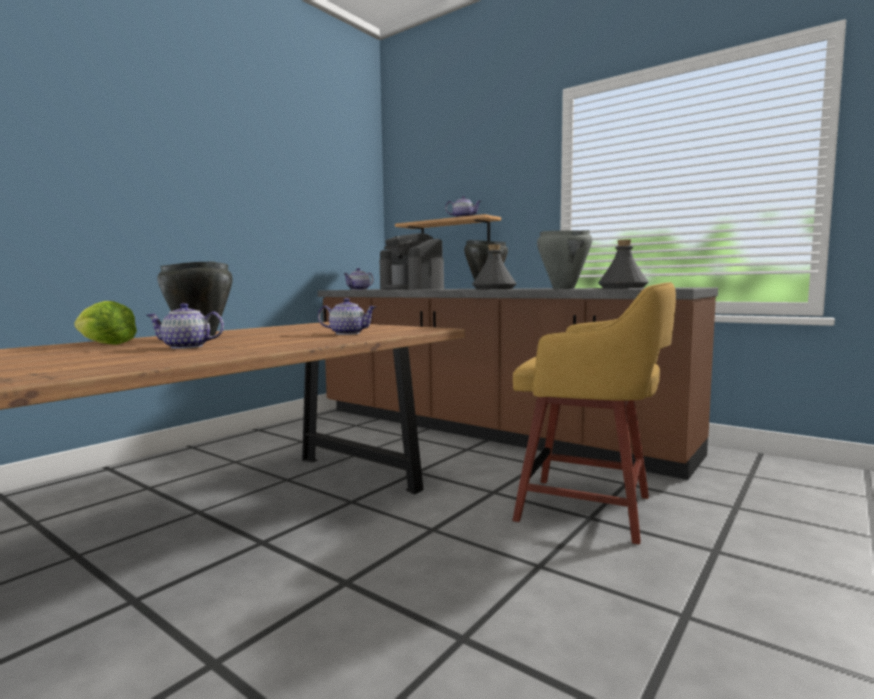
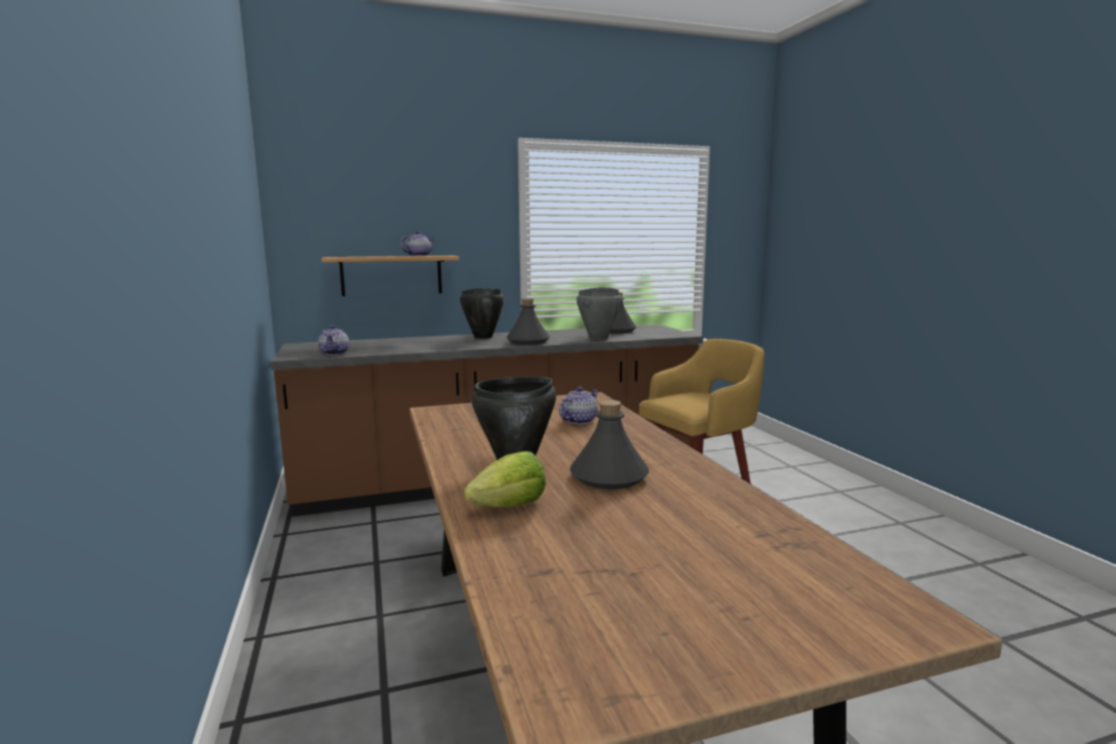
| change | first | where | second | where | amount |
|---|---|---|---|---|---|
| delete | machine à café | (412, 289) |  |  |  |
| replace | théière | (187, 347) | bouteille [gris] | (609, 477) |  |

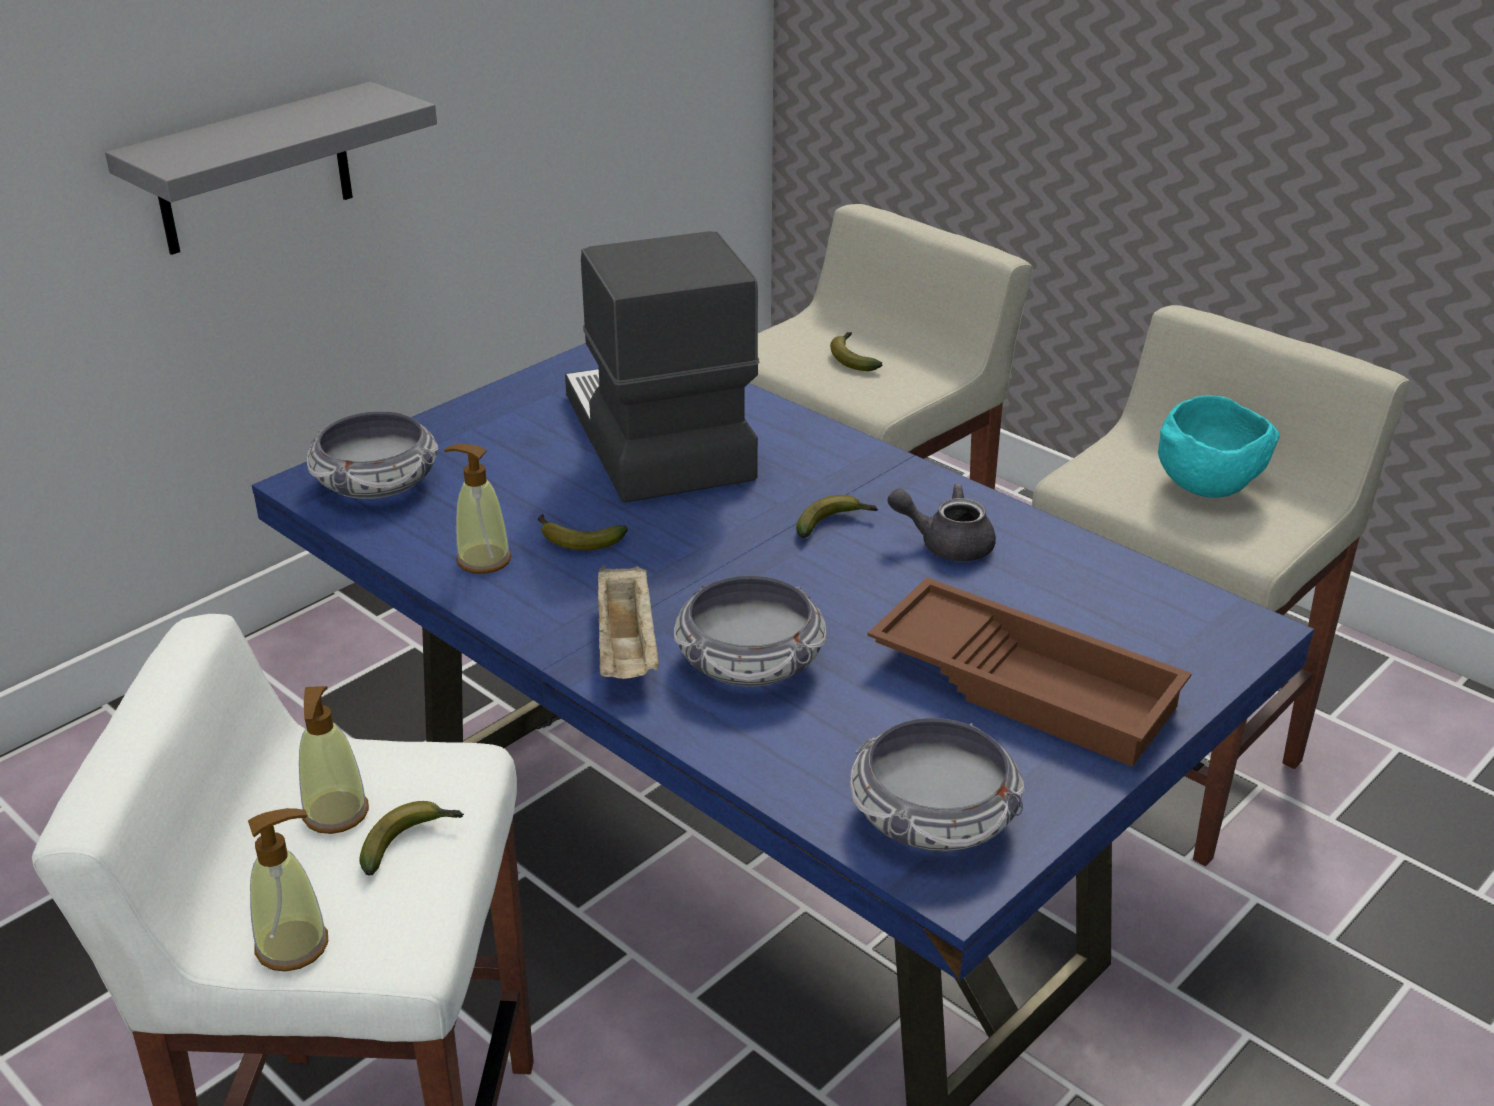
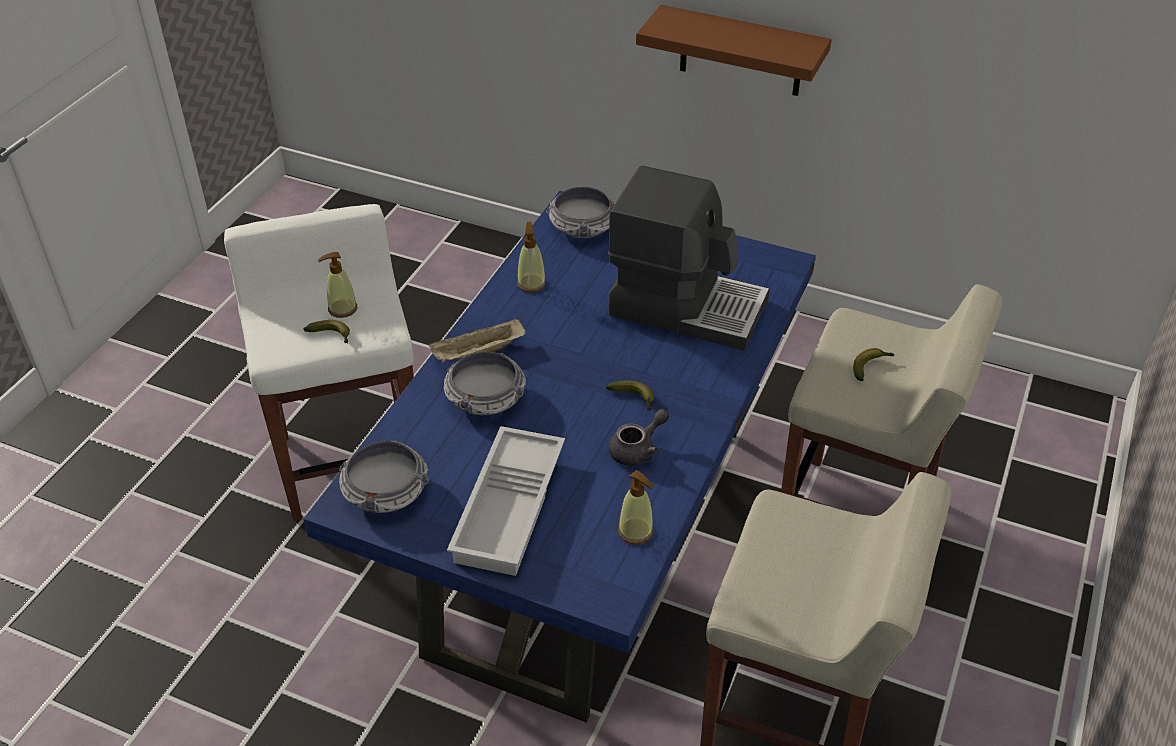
| change | first | where | second | where | amount |
|---|---|---|---|---|---|
| delete | banane | (576, 539) |  |  |  |
| delete | bol [turquoise] | (1208, 486) |  |  |  |
| move | distributeur de savon | (293, 945) |  | (635, 531) |  |
| recolor | étagère [gris] | (254, 170) | étagère [marron] | (741, 52) |  |
| recolor | plateau [marron] | (1028, 684) | plateau [blanc] | (511, 508) |  |
| rotate | machine à café | (655, 438) |  | (687, 306) | 60 degrees clockwise |
| rotate | théière [gris] | (946, 544) |  | (638, 450) | 60 degrees clockwise |

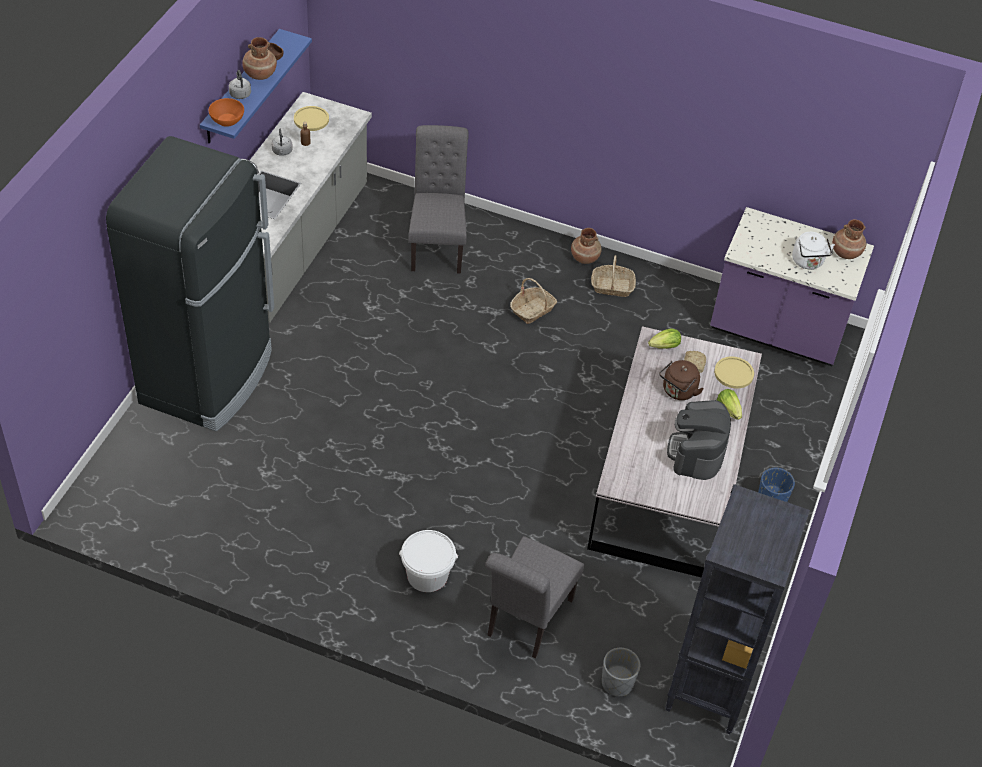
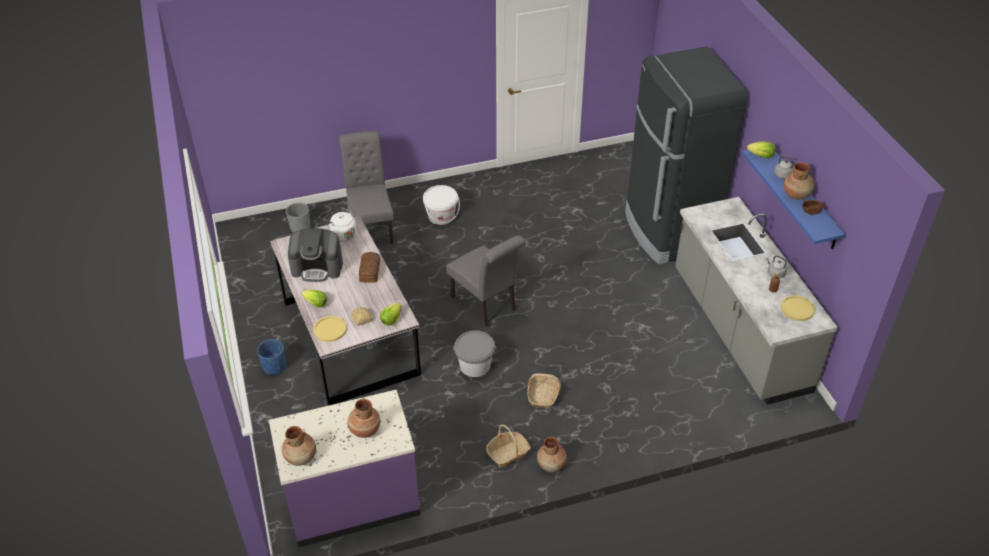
| change | first | where | second | where | amount |
|---|---|---|---|---|---|
| delete | bouilloire [marron] | (678, 392) |  |  |  |
| delete | bibliothèque [noir] | (709, 687) |  |  |  |
| insert |  |  | vase [marron] | (364, 430) |  |
| insert |  |  | pain | (370, 271) |  |
| insert |  |  | seau [gris] | (475, 365) |  |
| move | chaise [gris] | (437, 245) |  | (486, 305) |  |
| move | bouilloire [blanc] | (808, 262) |  | (342, 234) |  |
| replace | bol [orange] | (227, 120) | laitue | (761, 156) |  |
| rotate | machine à café | (696, 452) |  | (317, 267) | 120 degrees clockwise |

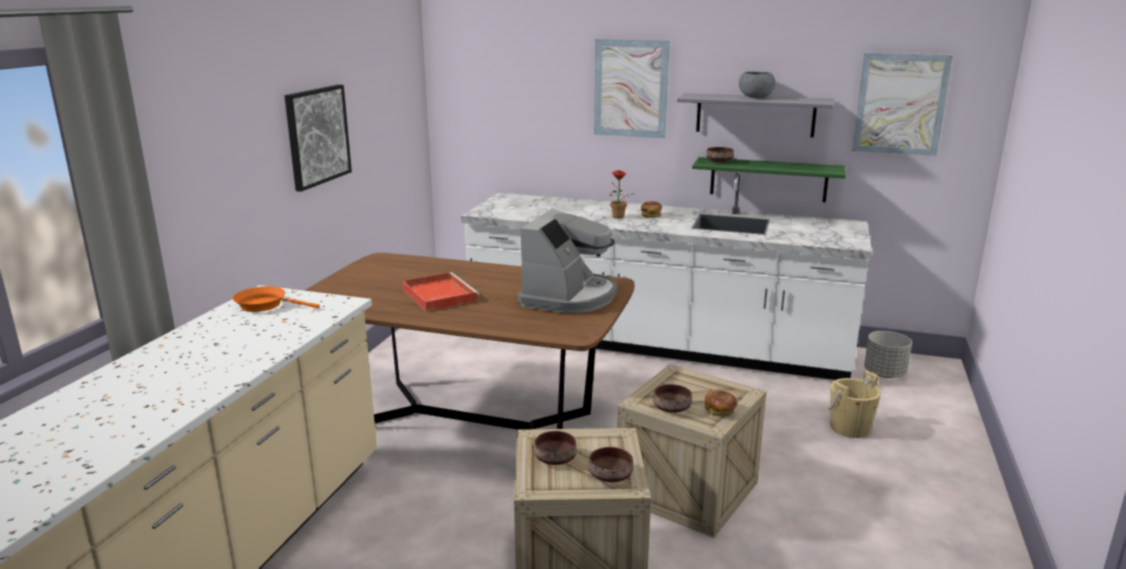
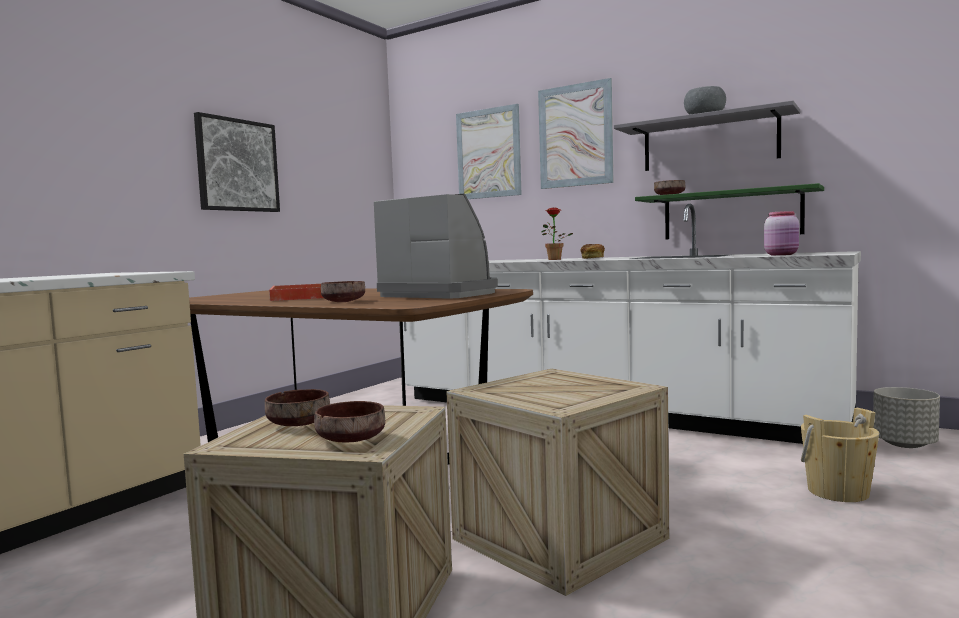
| change | first | where | second | where | amount |
|---|---|---|---|---|---|
| delete | poêle [orange] | (265, 305) |  |  |  |
| delete | pain | (719, 411) |  |  |  |
| insert |  |  | bocal [rose] | (782, 255) |  |
| move | bol [marron] | (671, 407) |  | (343, 302) |  |
| move | tableau | (900, 104) |  | (488, 153) |  |
| rotate | machine à café | (569, 297) |  | (441, 294) | 90 degrees counterclockwise |

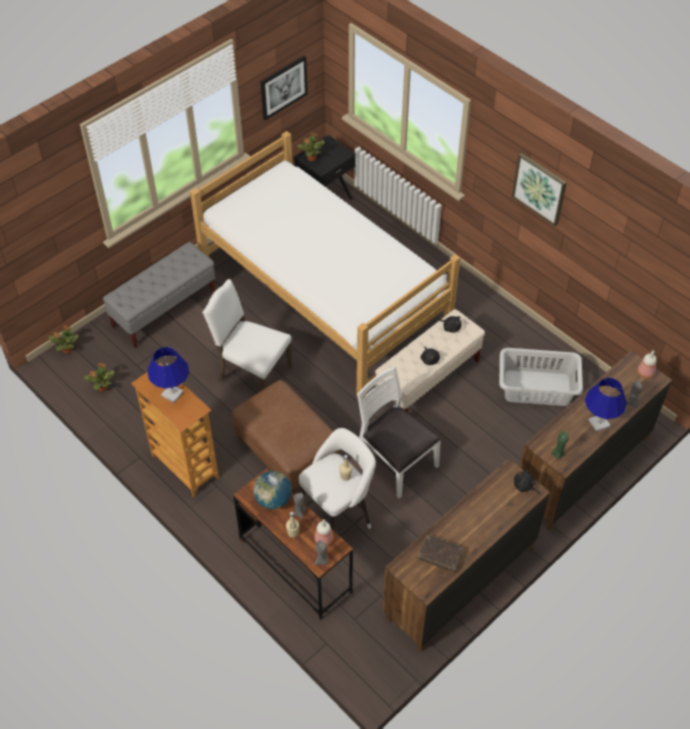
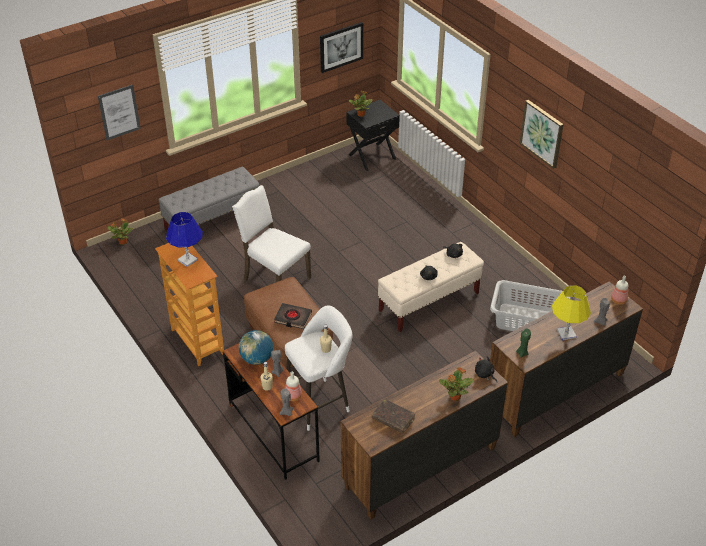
| change | first | where | second | where | amount |
|---|---|---|---|---|---|
| delete | lit | (323, 295) |  |  |  |
| delete | chaise [blanc] | (395, 461) |  |  |  |
| insert |  |  | tableau | (119, 112) |  |
| insert |  |  | livre [noir] | (293, 318) |  |
| move | plante en pot | (102, 388) |  | (454, 397) |  |
| recolor | lampe de table [bleu] | (599, 423) | lampe de table [jaune] | (566, 334) |  |

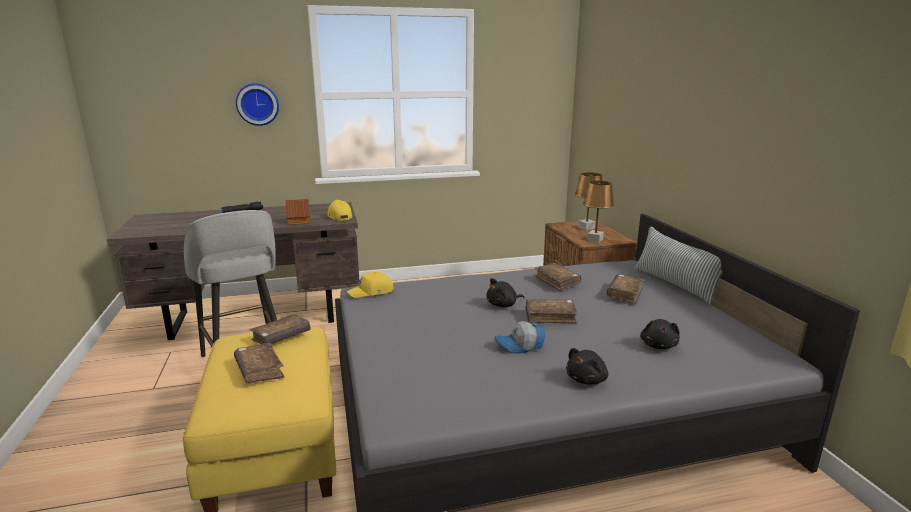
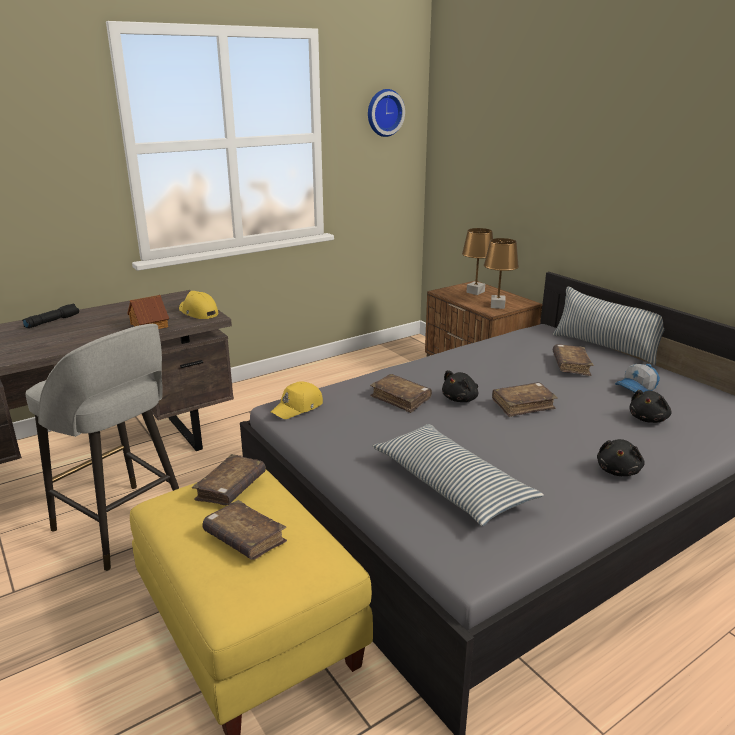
| change | first | where | second | where | amount |
|---|---|---|---|---|---|
| insert |  |  | coussin | (451, 485) |  |
| move | horloge murale | (257, 104) |  | (384, 112) |  |
| move | casquette | (520, 346) |  | (637, 388) |  |
| move | livre [marron] | (557, 281) |  | (400, 399) |  |
| rotate | peluche [noir] | (658, 345) |  | (648, 419) | 45 degrees clockwise |

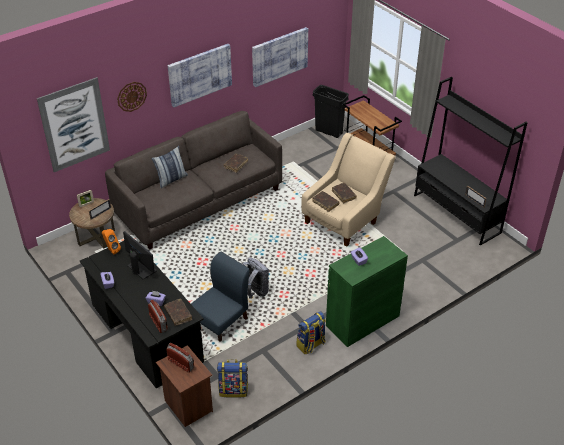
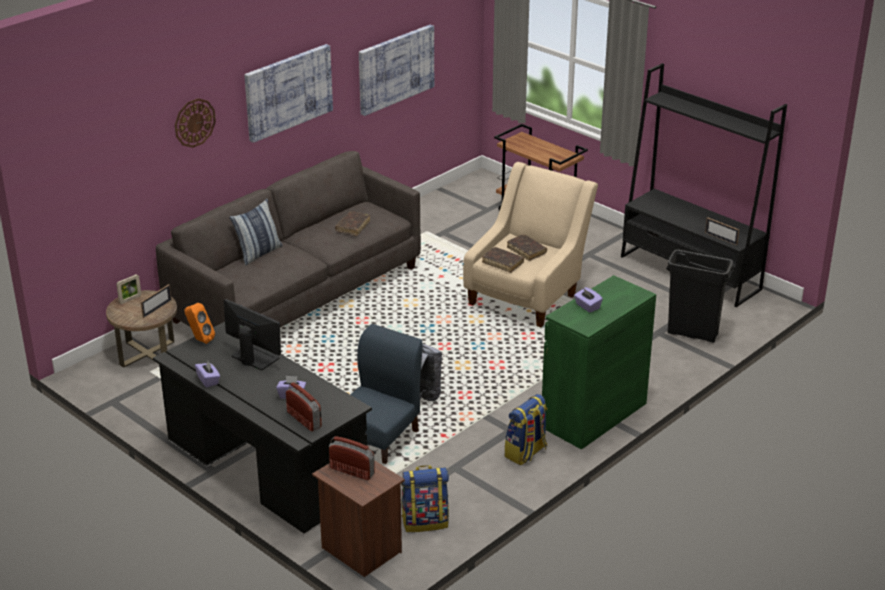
| change | first | where | second | where | amount |
|---|---|---|---|---|---|
| delete | tableau | (74, 125) |  |  |  |
| delete | livre [marron] | (178, 314) |  |  |  |
| move | poubelle [noir] | (329, 132) |  | (693, 334) |  |

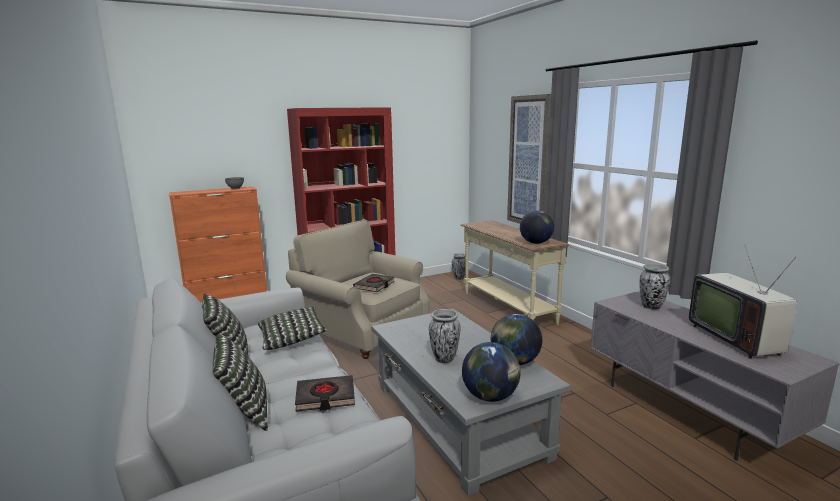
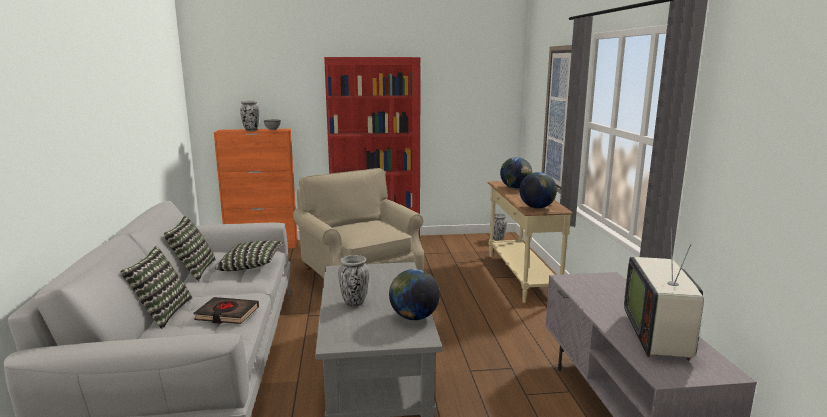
| change | first | where | second | where | amount |
|---|---|---|---|---|---|
| delete | livre [noir] | (374, 285) |  |  |  |
| move | globe | (490, 396) |  | (515, 188) |  |
| move | vase | (651, 307) |  | (251, 130) |  |

